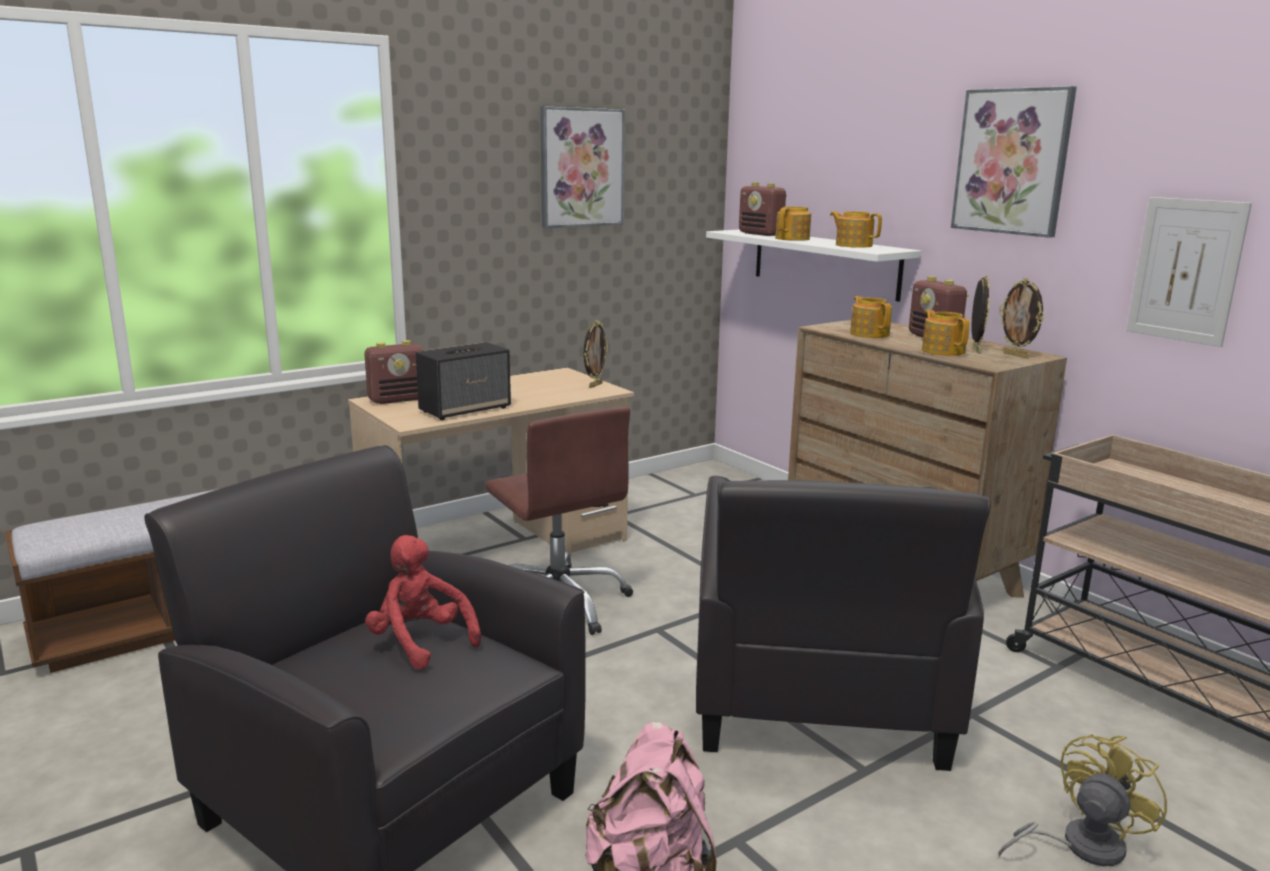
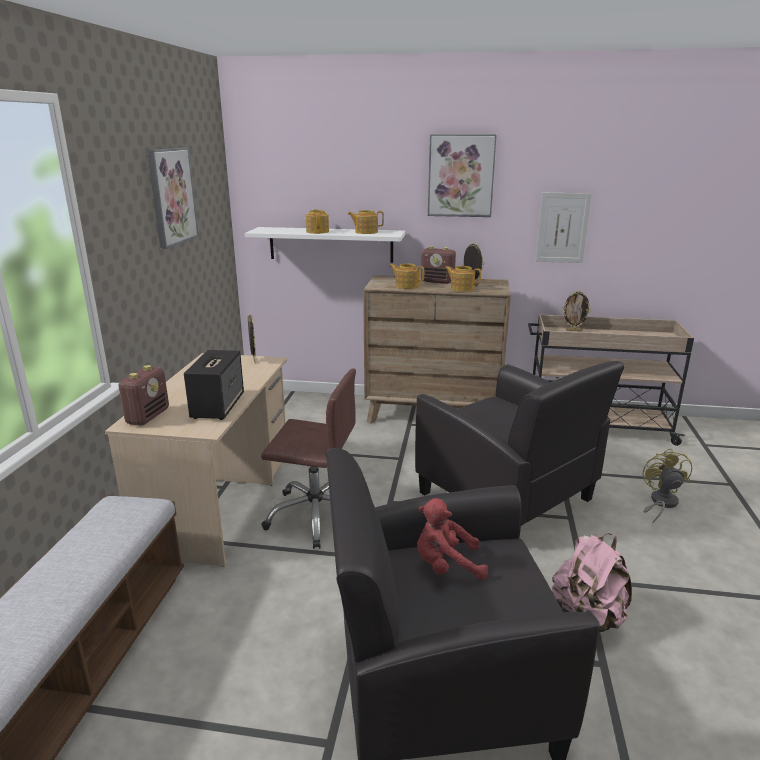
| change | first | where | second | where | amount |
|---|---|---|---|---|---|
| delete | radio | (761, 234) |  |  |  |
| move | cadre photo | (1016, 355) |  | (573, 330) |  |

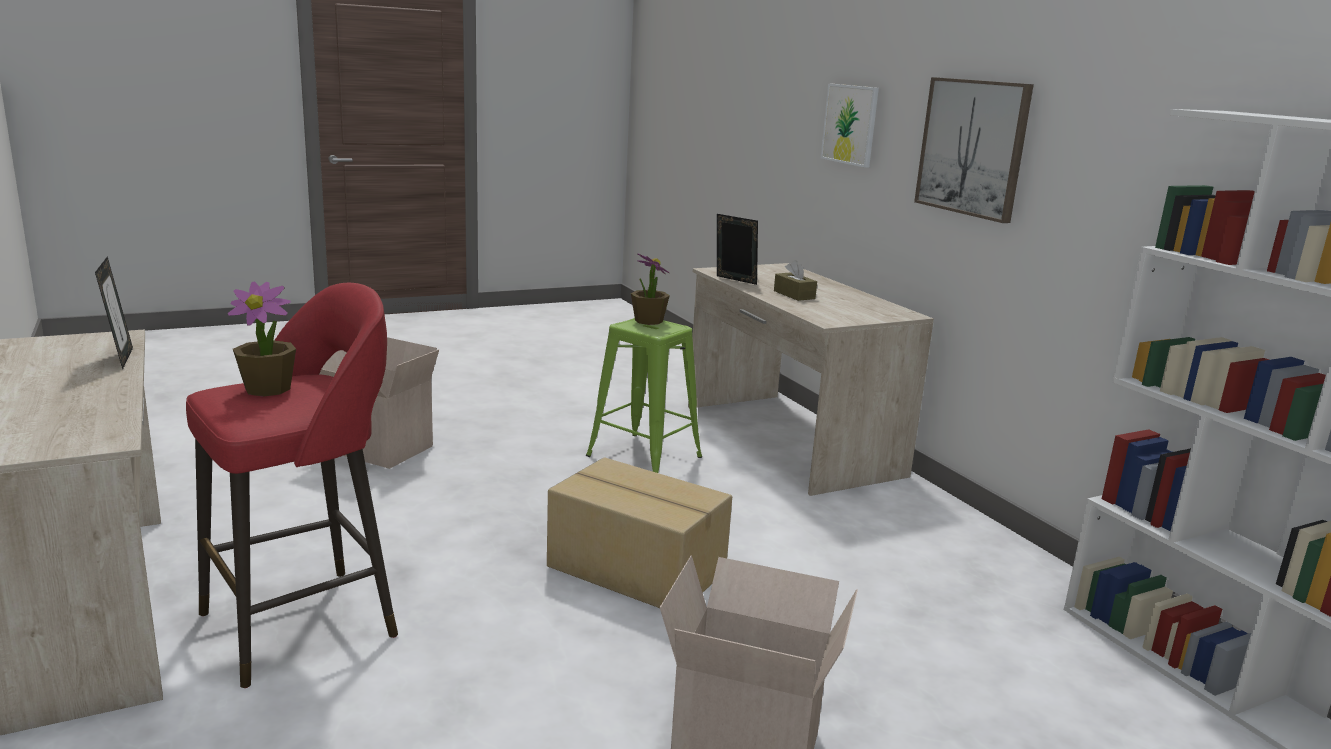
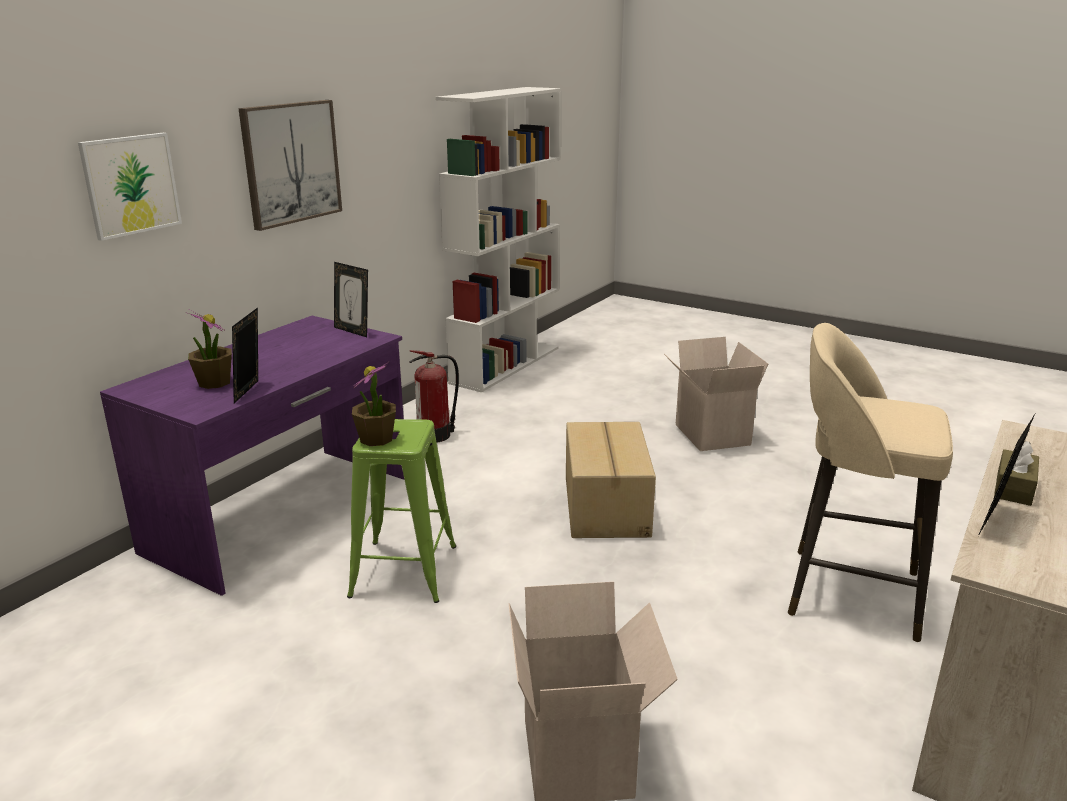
| change | first | where | second | where | amount |
|---|---|---|---|---|---|
| insert |  |  | cadre photo | (353, 331) |  |
| insert |  |  | extincteur | (436, 435) |  |
| move | plante en pot | (268, 389) |  | (214, 382) |  |
| move | boîte à mouchoirs [marron] | (794, 295) |  | (1013, 488) |  |
| recolor | tabouret [rouge] | (305, 623) | tabouret [beige] | (848, 592) |  |
| recolor | bureau [beige] | (788, 440) | bureau [violet] | (283, 514) |  |

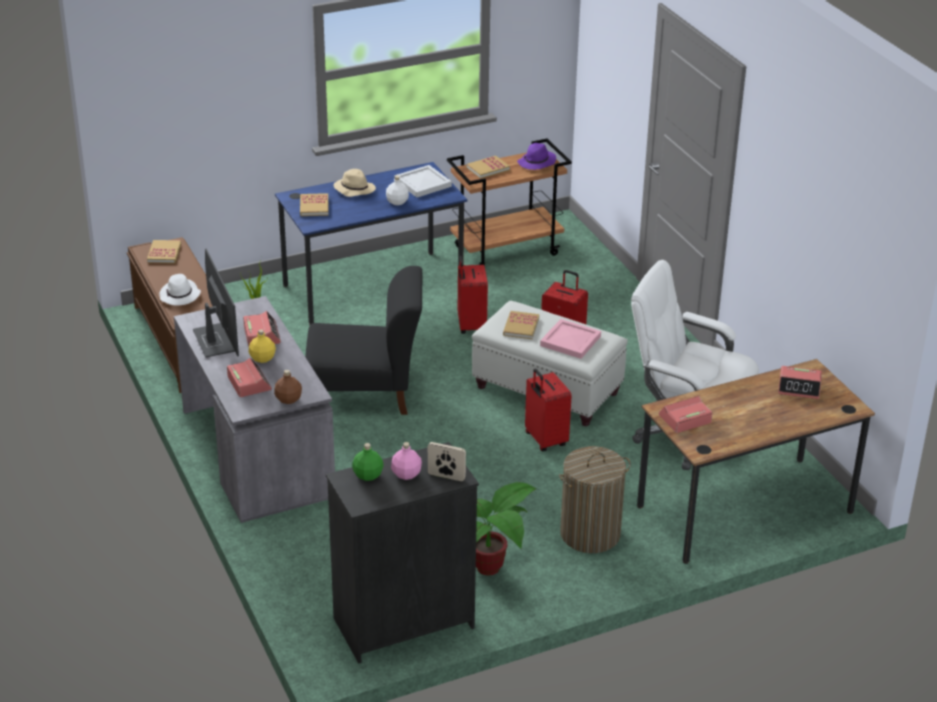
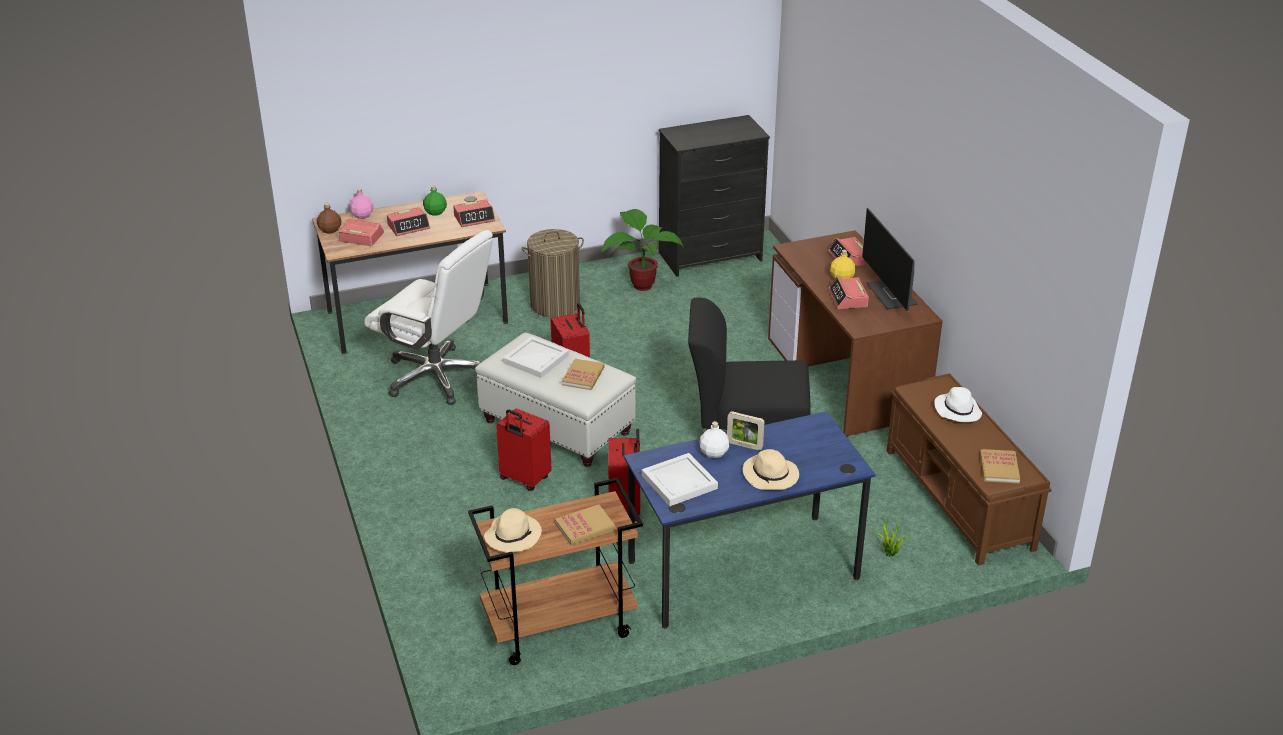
| change | first | where | second | where | amount |
|---|---|---|---|---|---|
| delete | livre | (314, 206) |  |  |  |
| insert |  |  | réveil | (408, 226) |  |
| move | bouteille [marron] | (288, 399) |  | (329, 230) |  |
| move | bouteille [vert] | (368, 475) |  | (435, 212) |  |
| move | bouteille [rose] | (406, 474) |  | (362, 215) |  |
| move | cadre photo | (446, 476) |  | (744, 445) |  |
| recolor | bureau [gris] | (255, 453) | bureau [marron] | (847, 377) |  |
| recolor | chapeau [violet] | (536, 163) | chapeau [beige] | (513, 535) |  |
| recolor | plateau [rose] | (569, 341) | plateau [blanc] | (537, 359) |  |

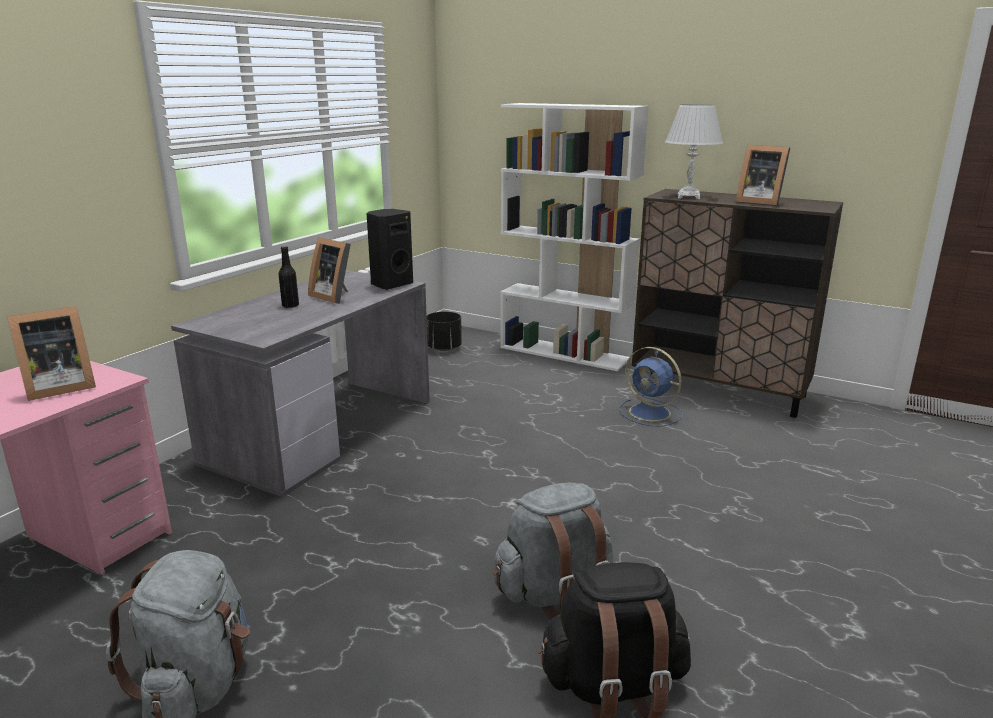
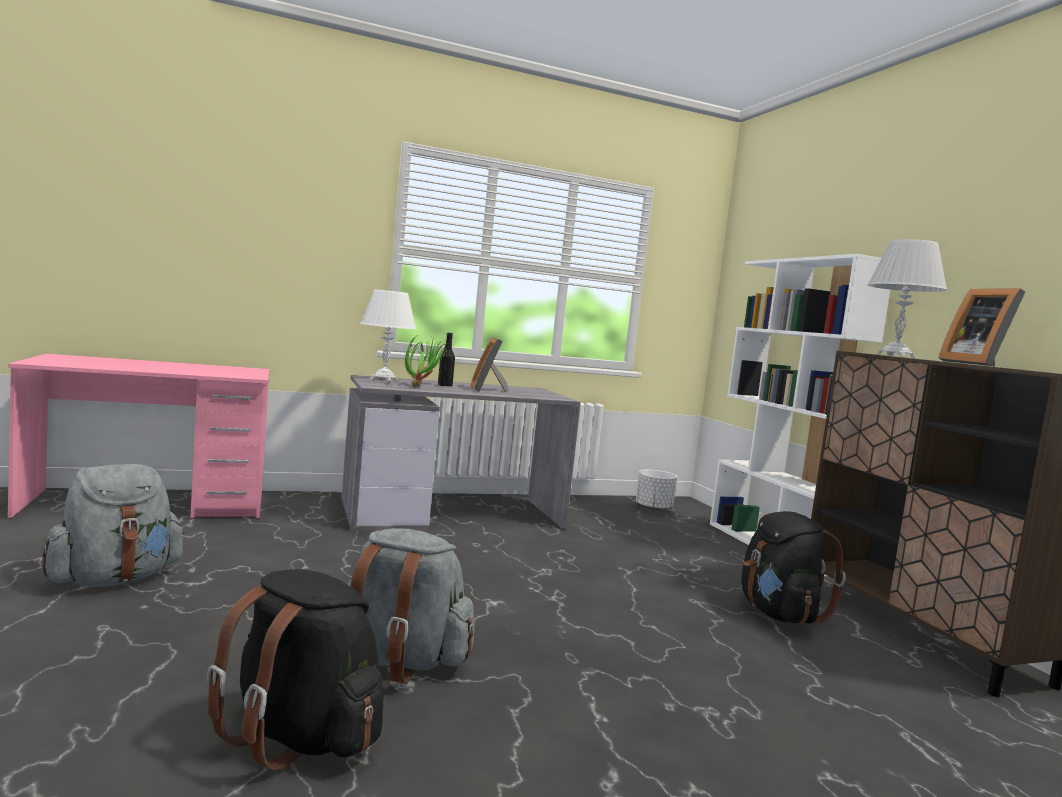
| change | first | where | second | where | amount |
|---|---|---|---|---|---|
| delete | cadre photo | (57, 388) |  |  |  |
| delete | enceinte [noir] | (391, 284) |  |  |  |
| insert |  |  | lampe de table [blanc] | (384, 379) |  |
| insert |  |  | plante en pot | (420, 387) |  |
| replace | ventilateur [bleu] | (651, 413) | sac à dos [noir] | (779, 614) |  |
| recolor | cache-pot [noir] | (444, 348) | cache-pot [blanc] | (653, 508) |  |

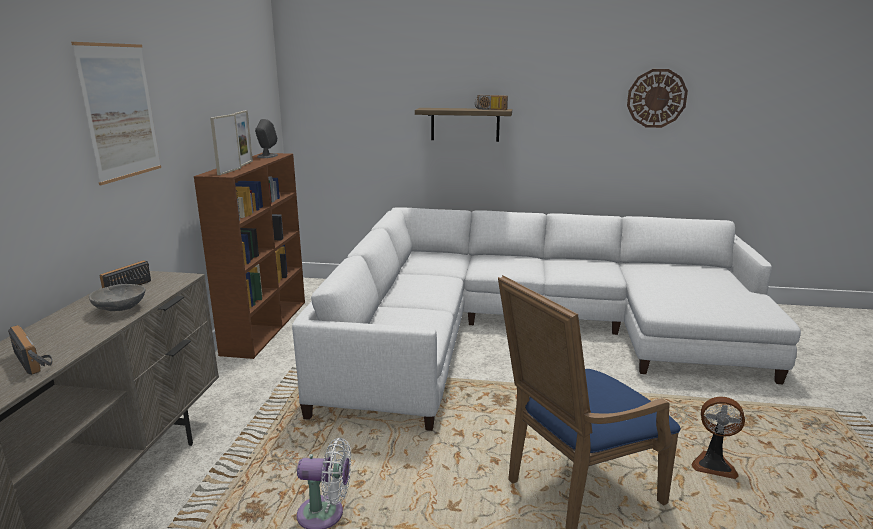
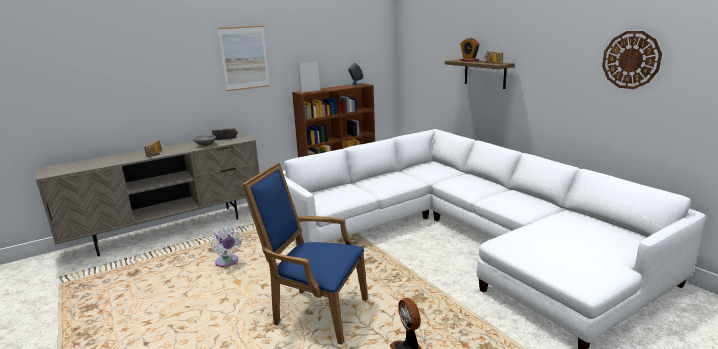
| change | first | where | second | where | amount |
|---|---|---|---|---|---|
| delete | cadre photo | (245, 164) |  |  |  |
| insert |  |  | réveil | (469, 60) |  |

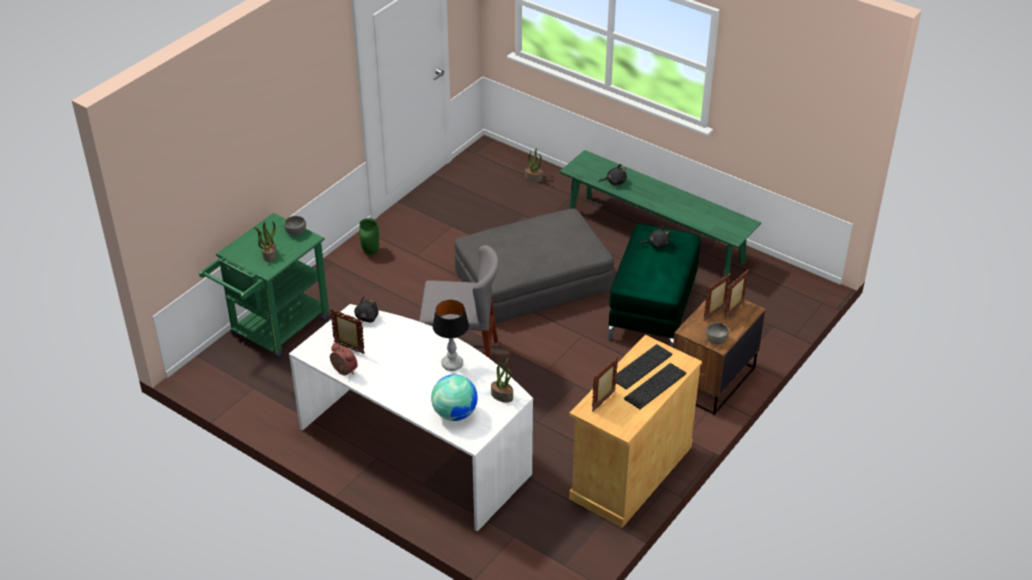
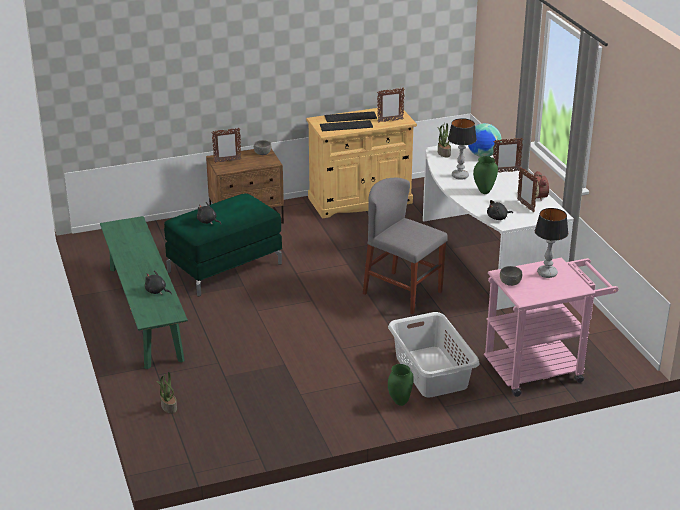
| change | first | where | second | where | amount |
|---|---|---|---|---|---|
| delete | pouf [gris] | (533, 279) |  |  |  |
| insert |  |  | panier à linge [gris] | (431, 372) |  |
| insert |  |  | vase [vert] | (484, 192) |  |
| move | cadre photo | (715, 313) |  | (505, 171) |  |
| replace | plante en pot | (269, 254) | lampe de table | (547, 273) |  |
| recolor | chariot [vert] | (274, 332) | chariot [rose] | (542, 369) |  |

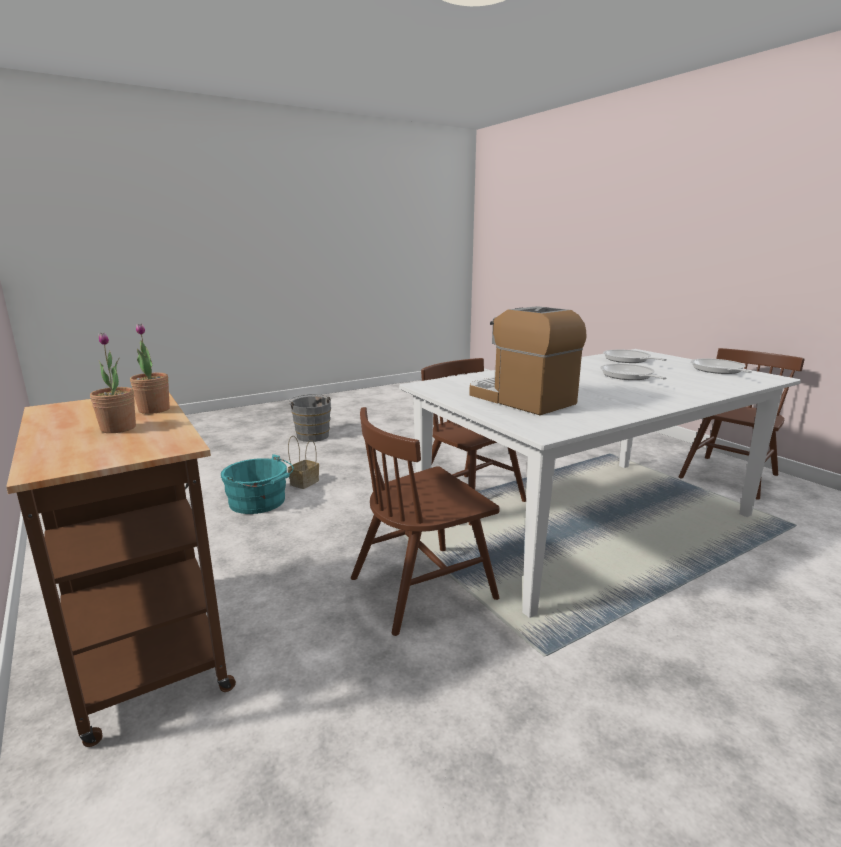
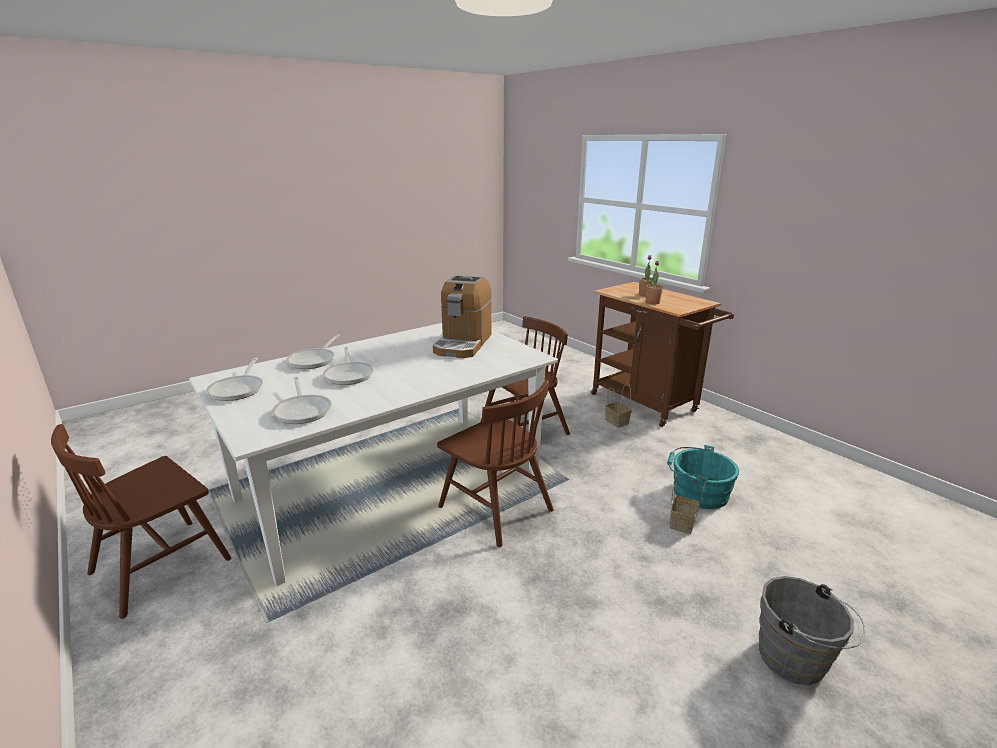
| change | first | where | second | where | amount |
|---|---|---|---|---|---|
| insert |  |  | poêle | (314, 360) |  |
| insert |  |  | panier | (616, 421) |  |
| rotate | machine à café | (520, 399) |  | (463, 344) | 60 degrees clockwise |

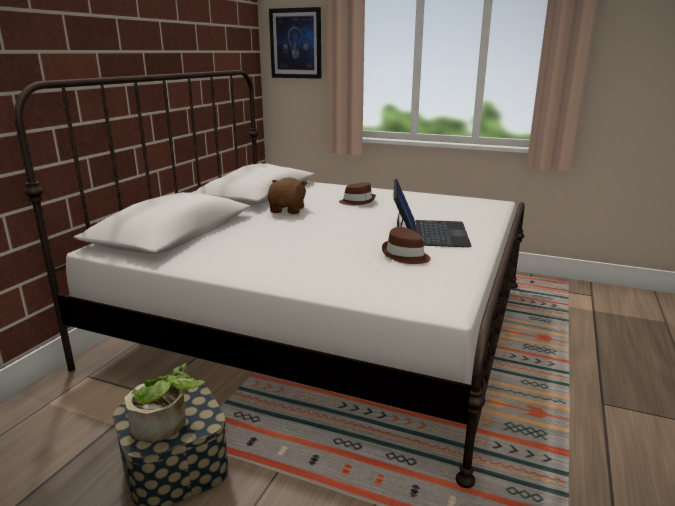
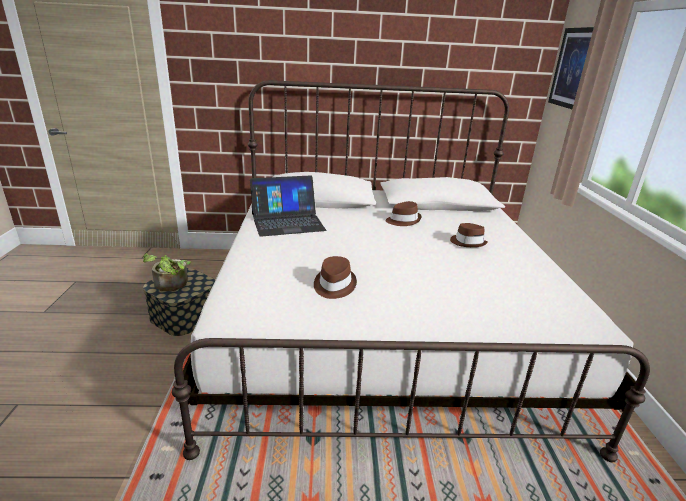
| change | first | where | second | where | amount |
|---|---|---|---|---|---|
| move | ordinateur portable | (429, 232) |  | (287, 222) |  |
| replace | peluche [marron] | (287, 210) | chapeau [marron] | (403, 220) |  |

